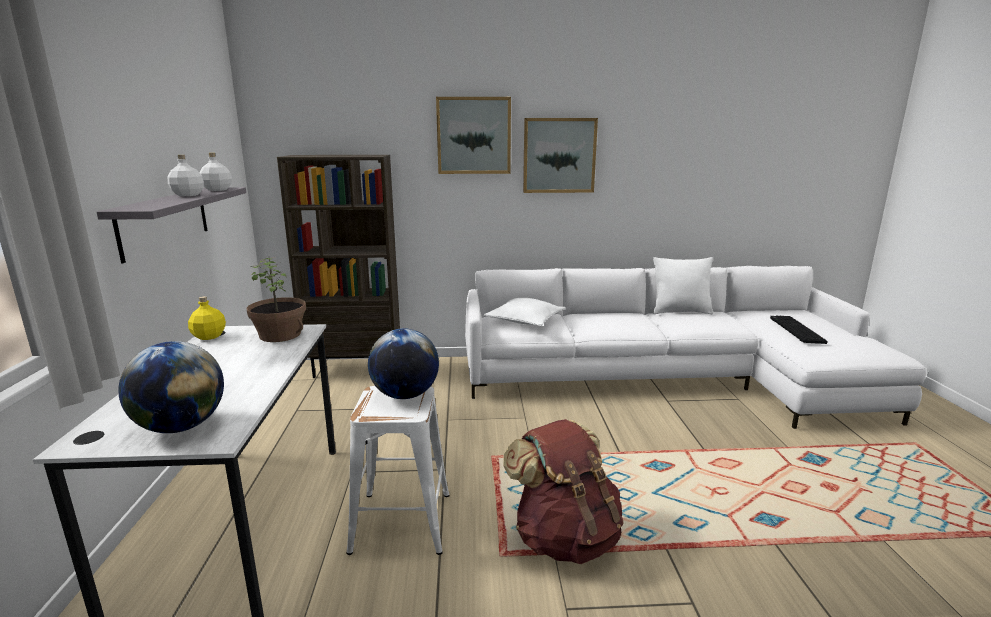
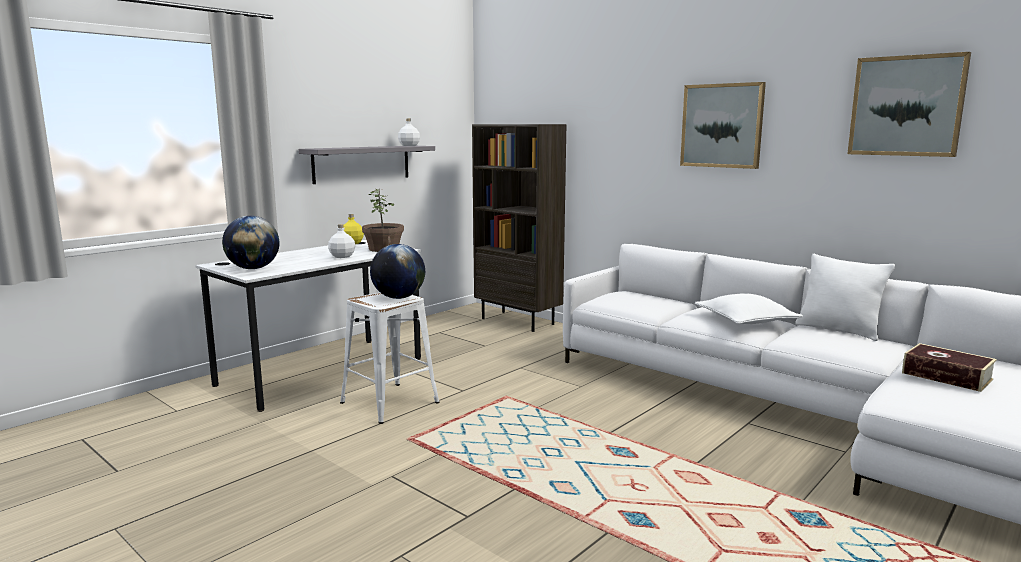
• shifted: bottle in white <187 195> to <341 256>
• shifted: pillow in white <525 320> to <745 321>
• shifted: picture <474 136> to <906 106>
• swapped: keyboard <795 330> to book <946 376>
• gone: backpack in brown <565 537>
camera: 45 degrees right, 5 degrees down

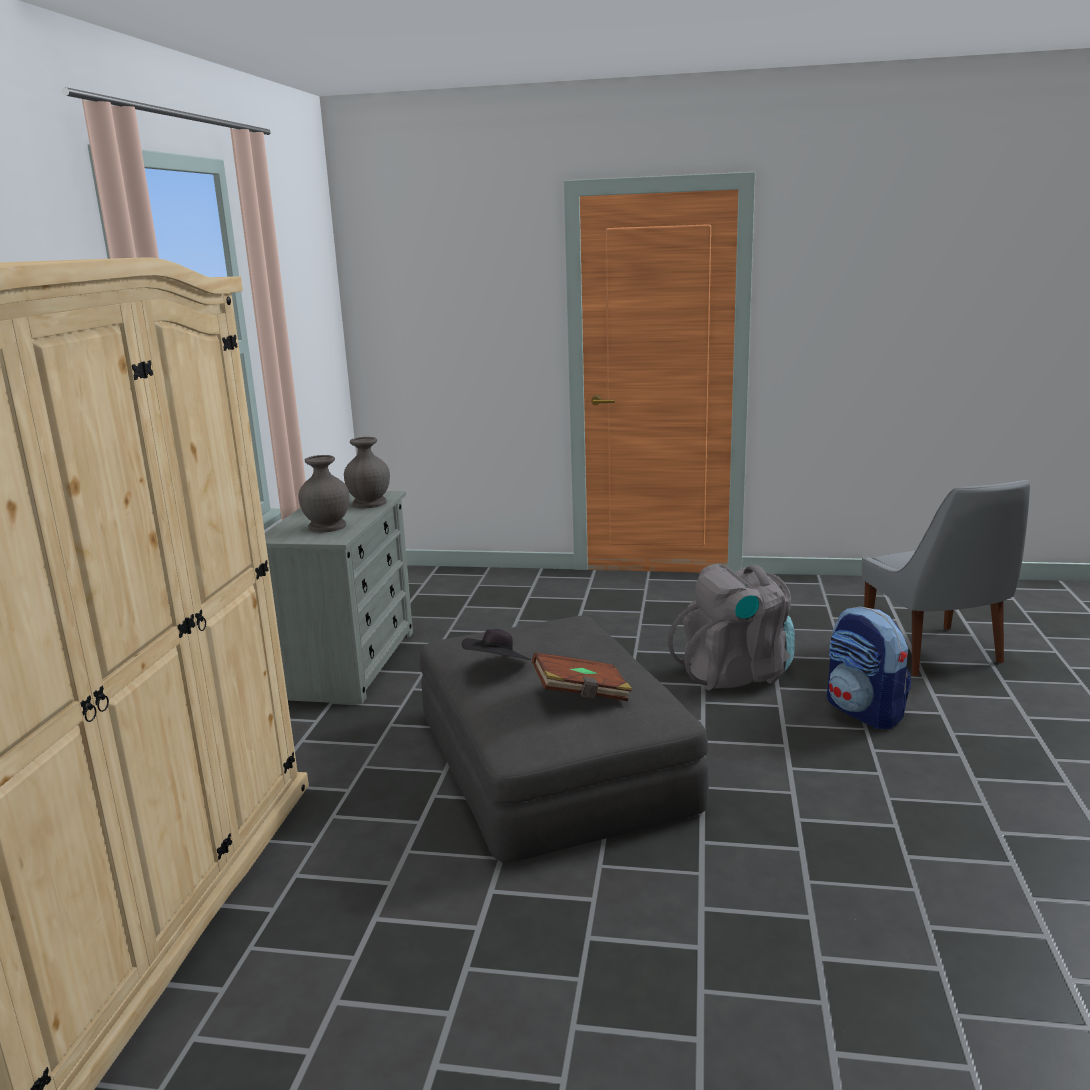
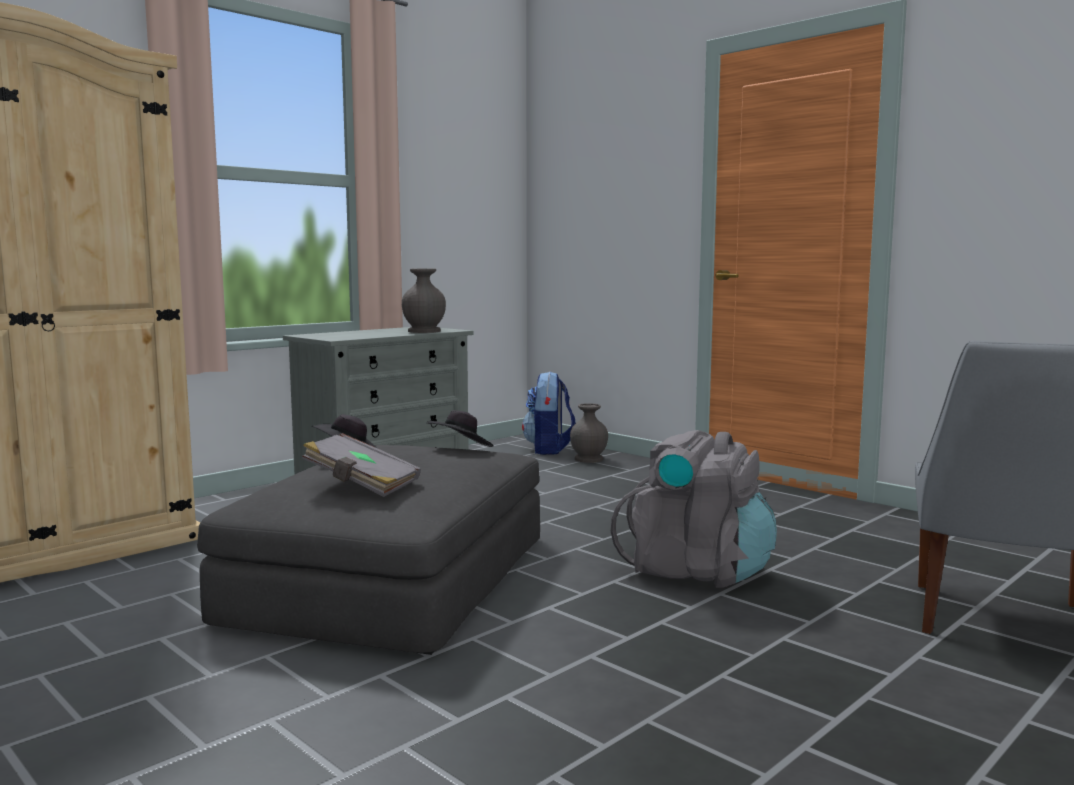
• repainted: book in brown <582 694> to book in grey <361 485>
• new: hat in black <460 449>
• shifted: backpack <864 712> to <549 449>
• shifted: vase in grey <326 526> to <588 459>
camera: 35 degrees right, 10 degrees down

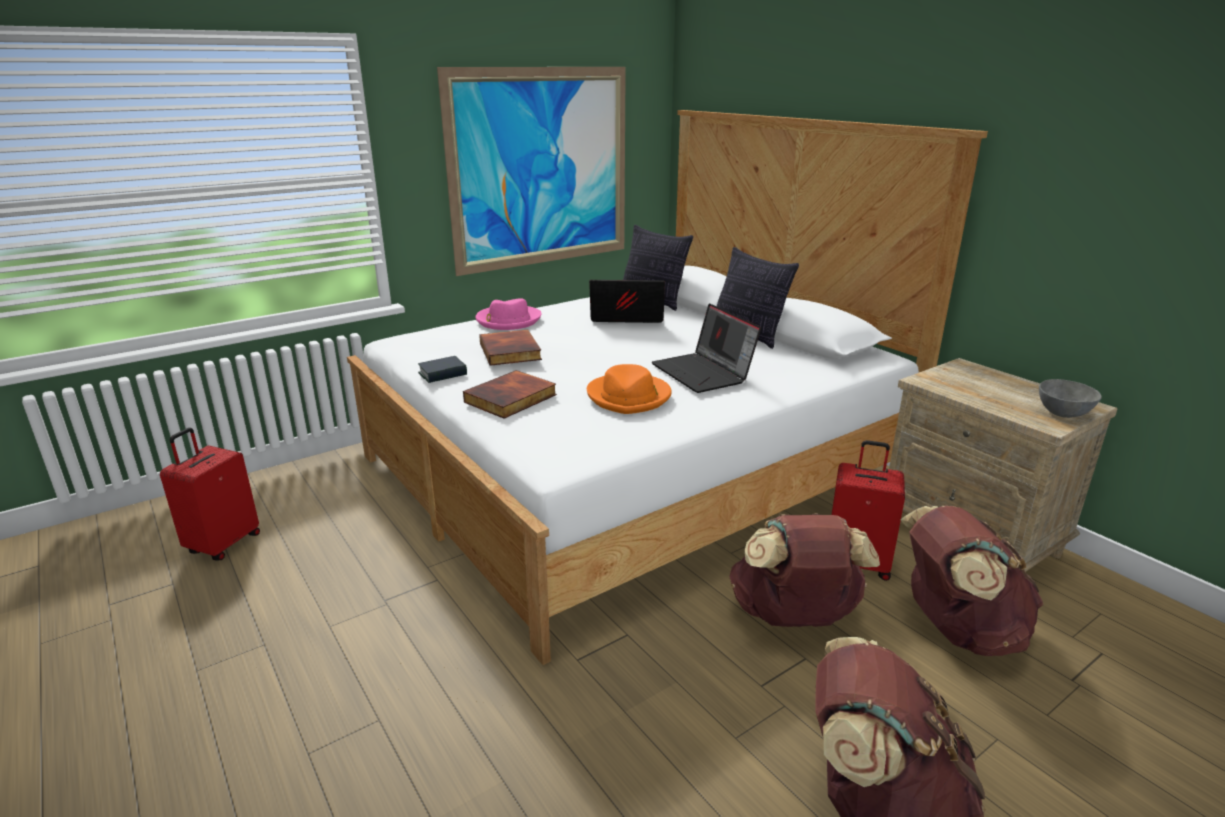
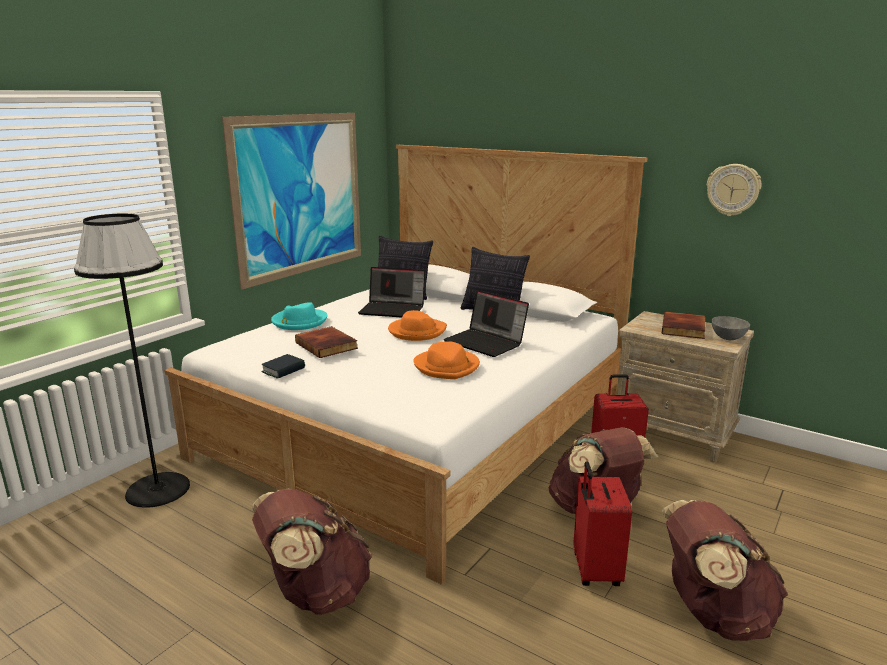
• new: floor lamp in black <158 489>
• shifted: backpack in brown <957 630> to <315 593>
• repainted: hat in pink <508 320> to hat in turquoise <299 322>
• rotated: laptop <626 318> = <393 309> 150 degrees counterclockwise
• new: hat in orange <417 331>
• shifted: suitcase in red <223 544> to <594 570>
• shifted: book <511 399> to <684 328>
• new: wall clock <733 190>
camera: 20 degrees left, 5 degrees down

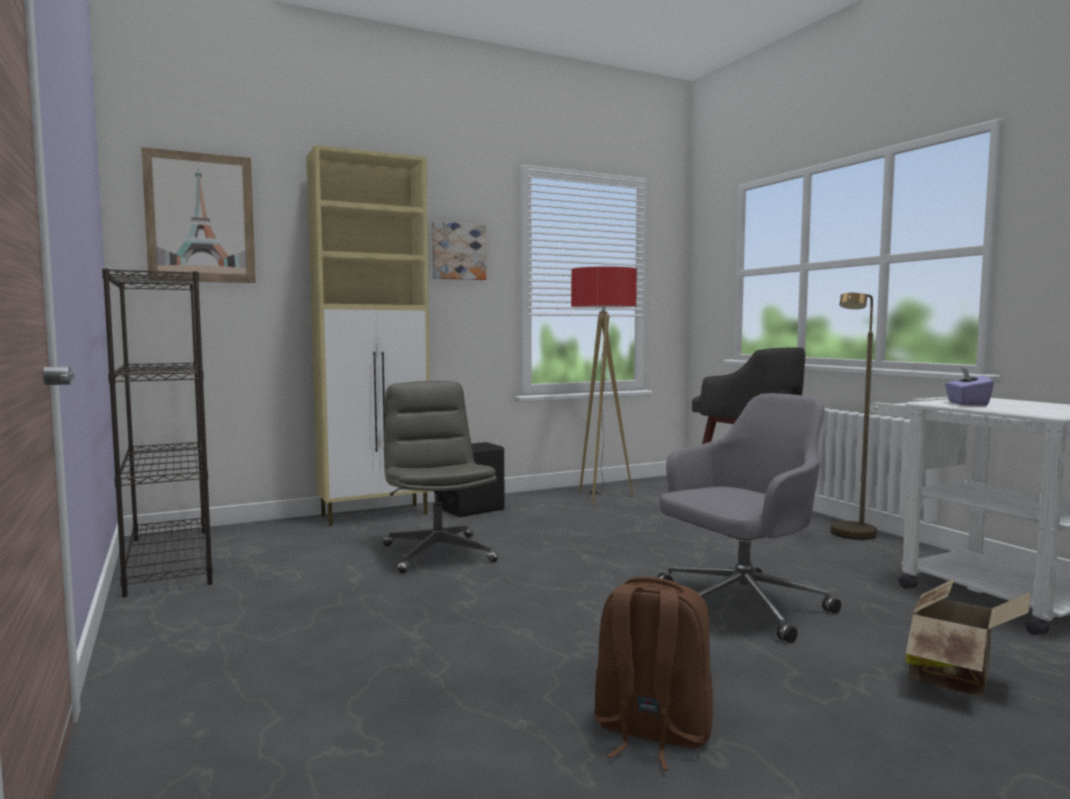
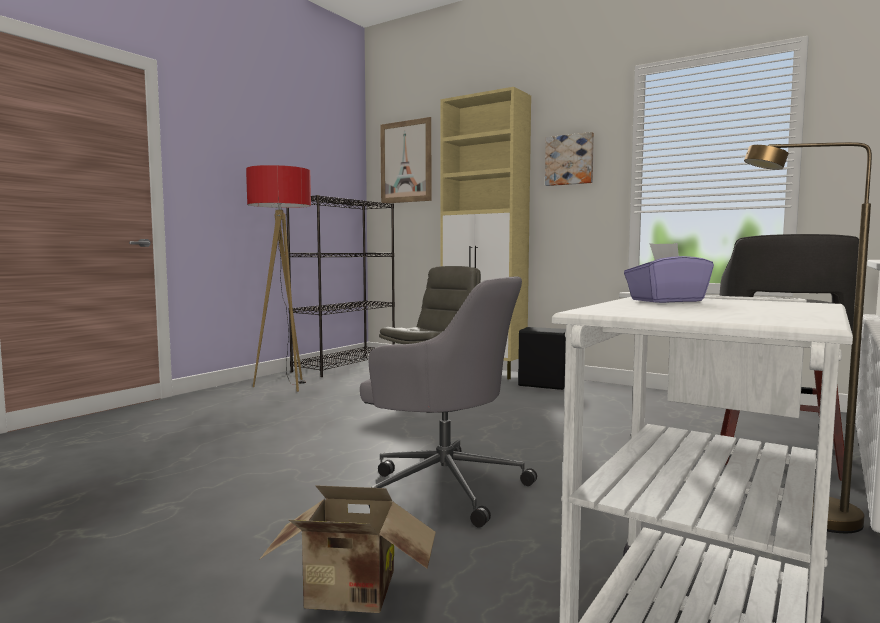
• shifted: floor lamp <601 497> to <284 386>
• gone: backpack in brown <651 732>
camera: 60 degrees right, 0 degrees up

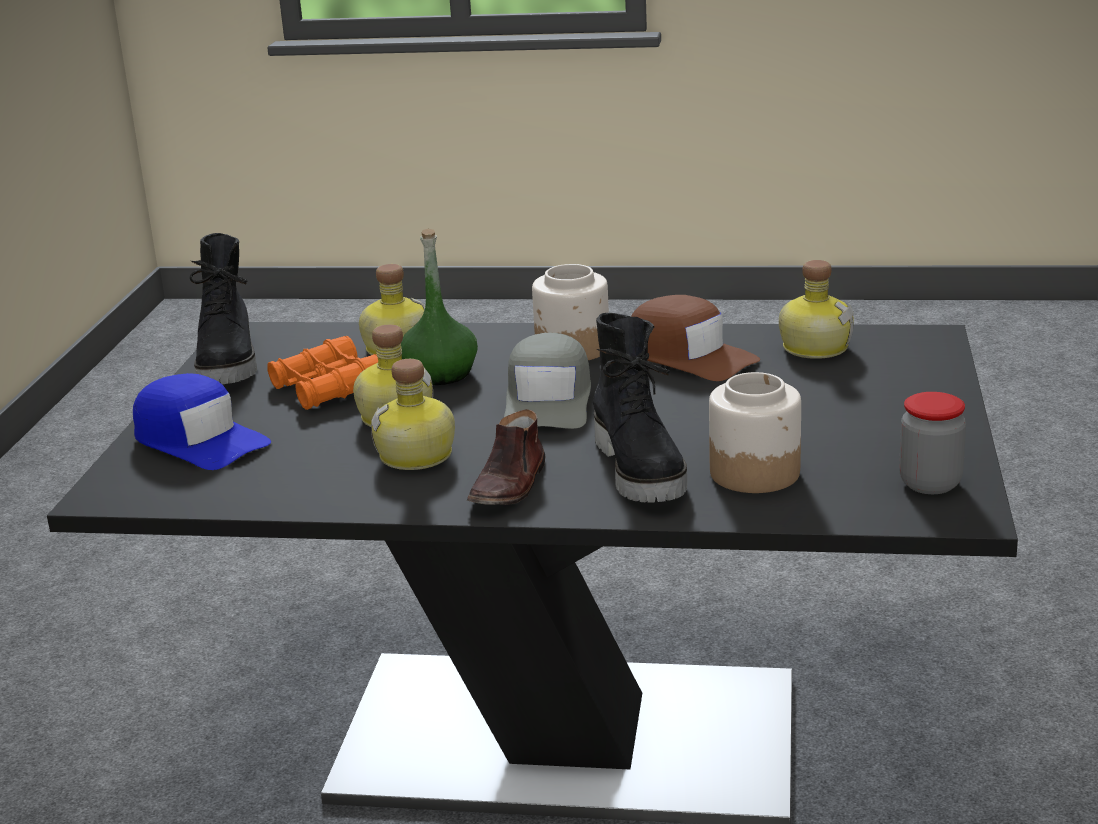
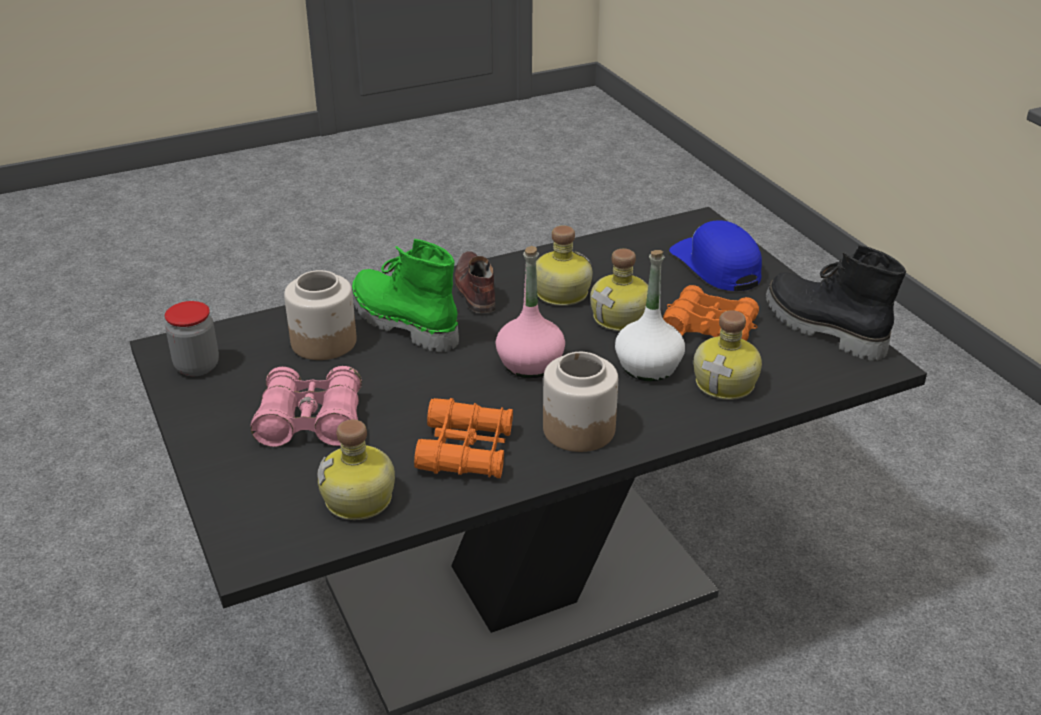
• new: binoculars in pink <311 422>
• repainted: boot in black <641 470> to boot in green <402 323>
• swapped: cap in brown <689 356> to binoculars in orange <466 450>
• swapped: cap in grey <548 401> to bottle in pink <530 364>
• repainted: bottle in green <440 374> to bottle in white <648 367>
• rotated: cap in blue <199 440> = <716 266> 60 degrees clockwise
camera: 145 degrees right, 10 degrees up

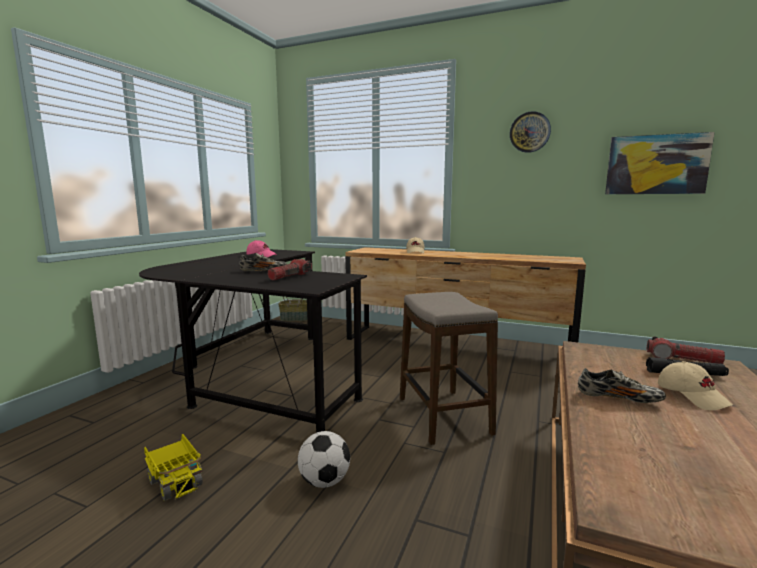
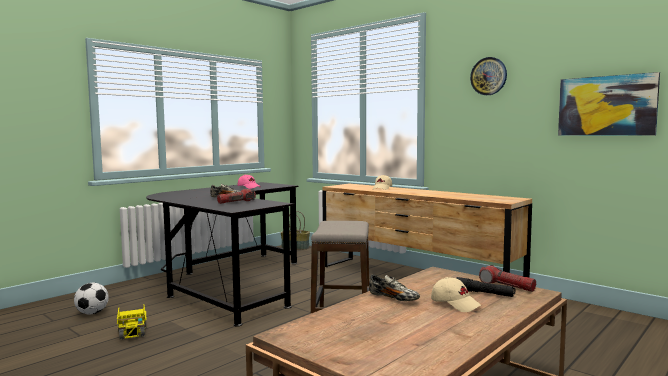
• shifted: football <324 481> to <92 313>
• rotated: cap in beige <692 396> = <455 304> 45 degrees counterclockwise
camera: 20 degrees right, 5 degrees down

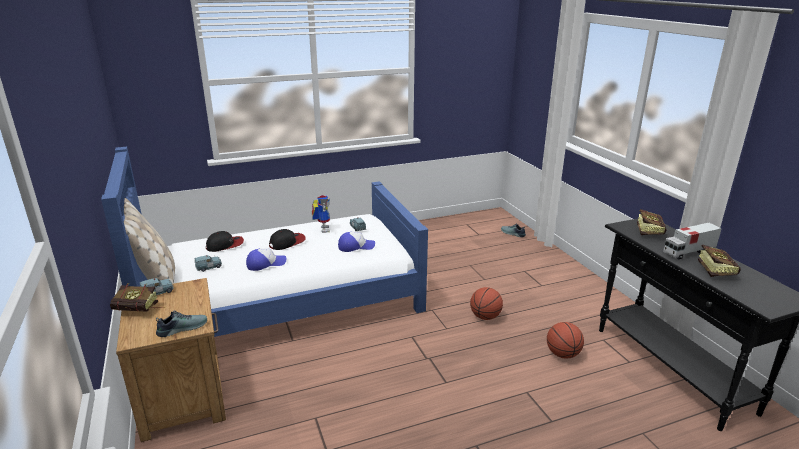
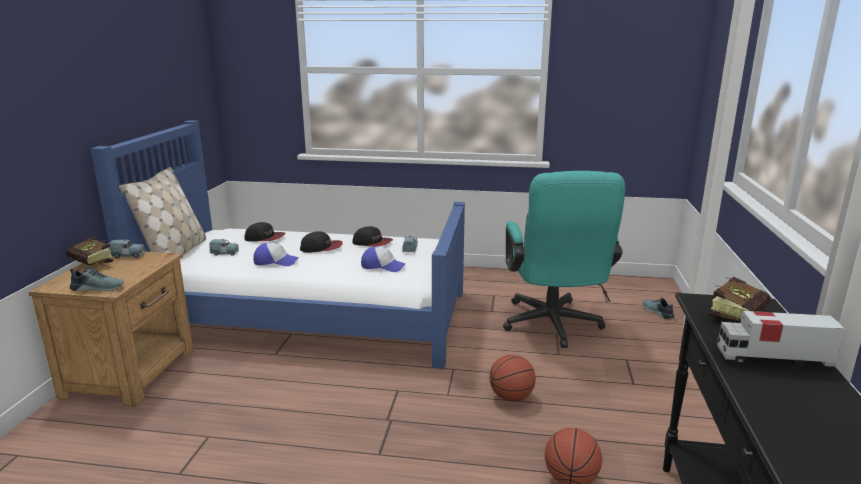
• swapped: toy robot <322 229> to cap <372 243>
• new: office chair in turquoise <553 327>
• gone: book <713 269>
camera: 30 degrees right, 5 degrees down

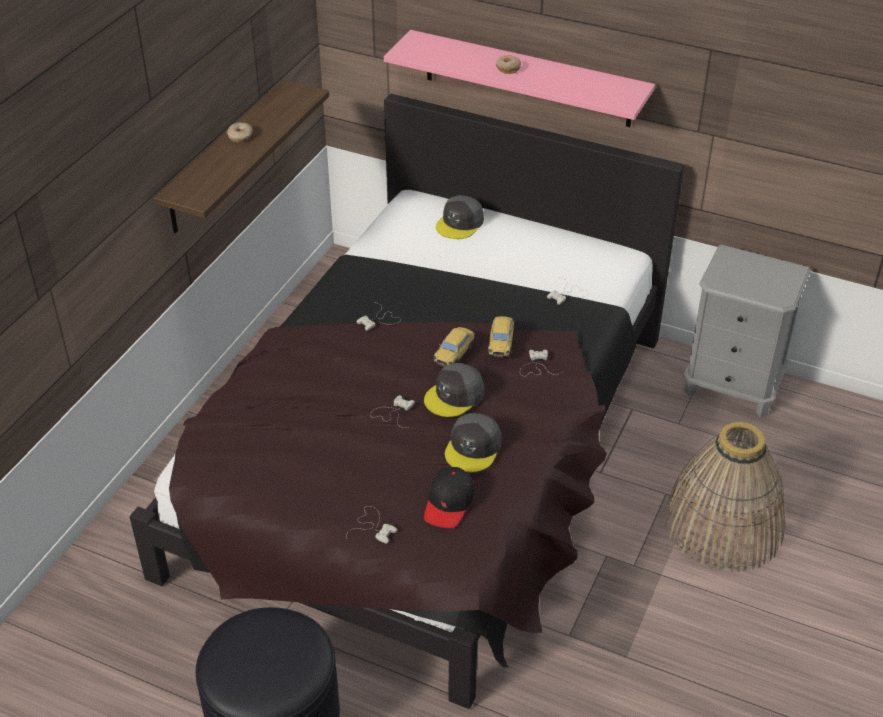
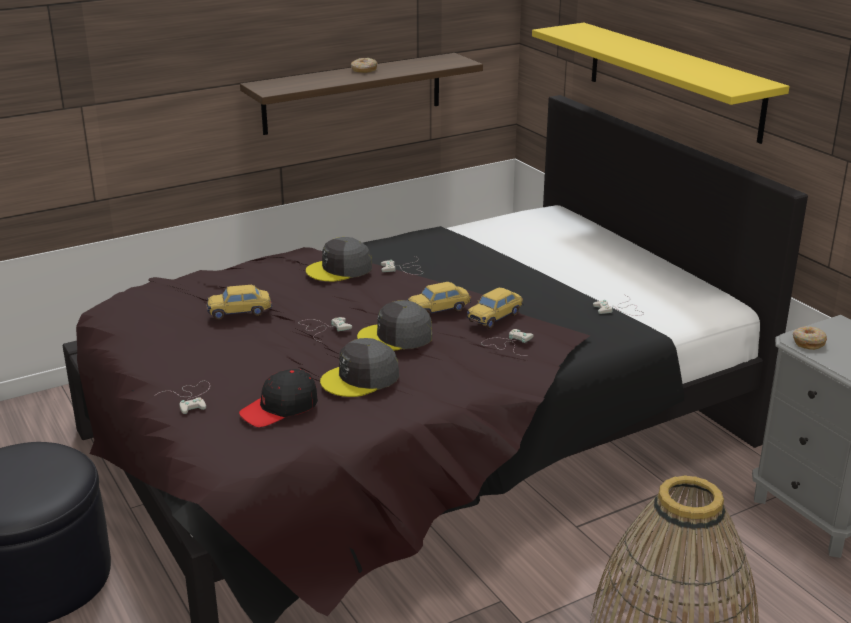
• new: toy car <240 312>
• shifted: cap in grey <460 223> to <340 269>
• repainted: shelf in pink <527 79> to shelf in yellow <673 80>
• shifted: donut <507 68> to <808 342>
camera: 35 degrees right, 15 degrees down

